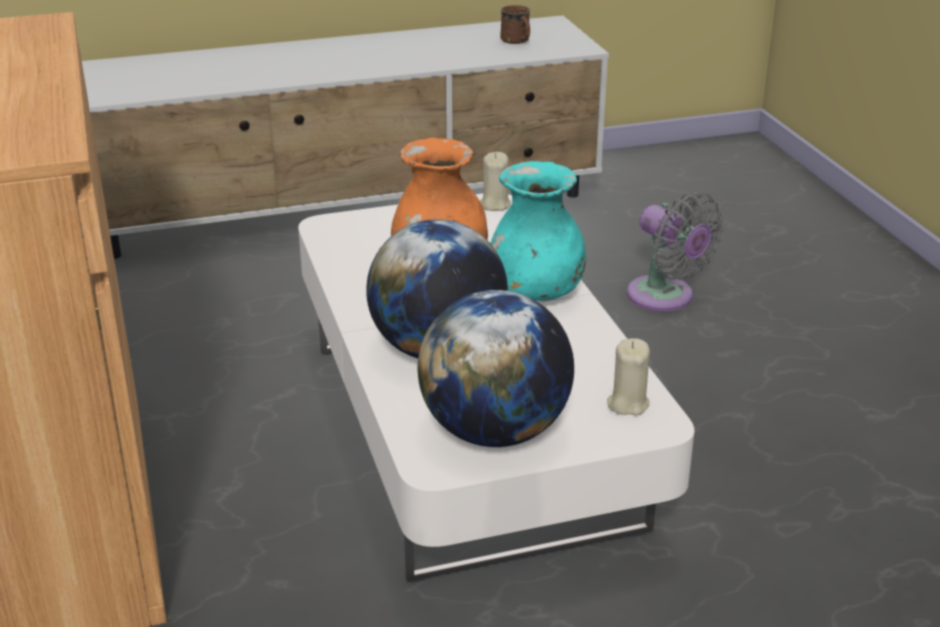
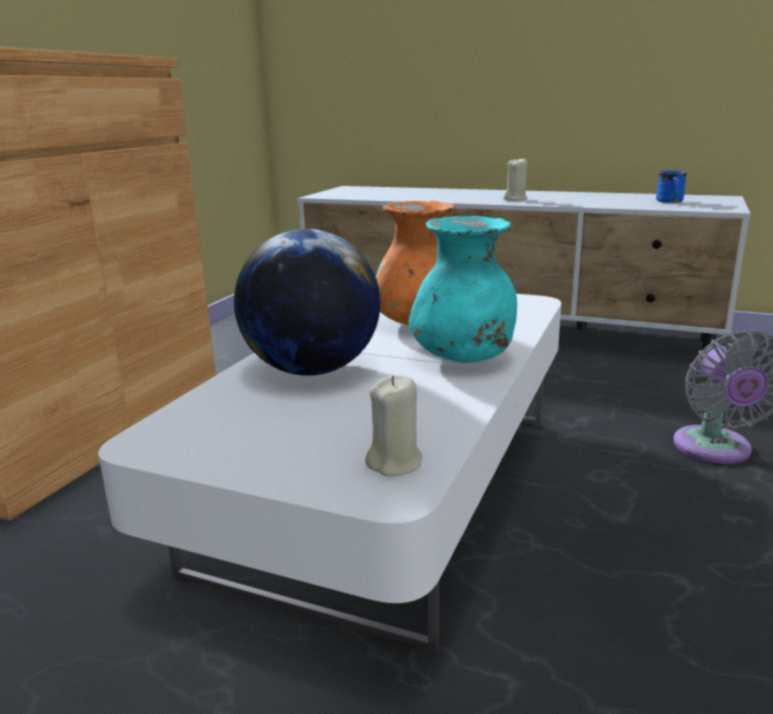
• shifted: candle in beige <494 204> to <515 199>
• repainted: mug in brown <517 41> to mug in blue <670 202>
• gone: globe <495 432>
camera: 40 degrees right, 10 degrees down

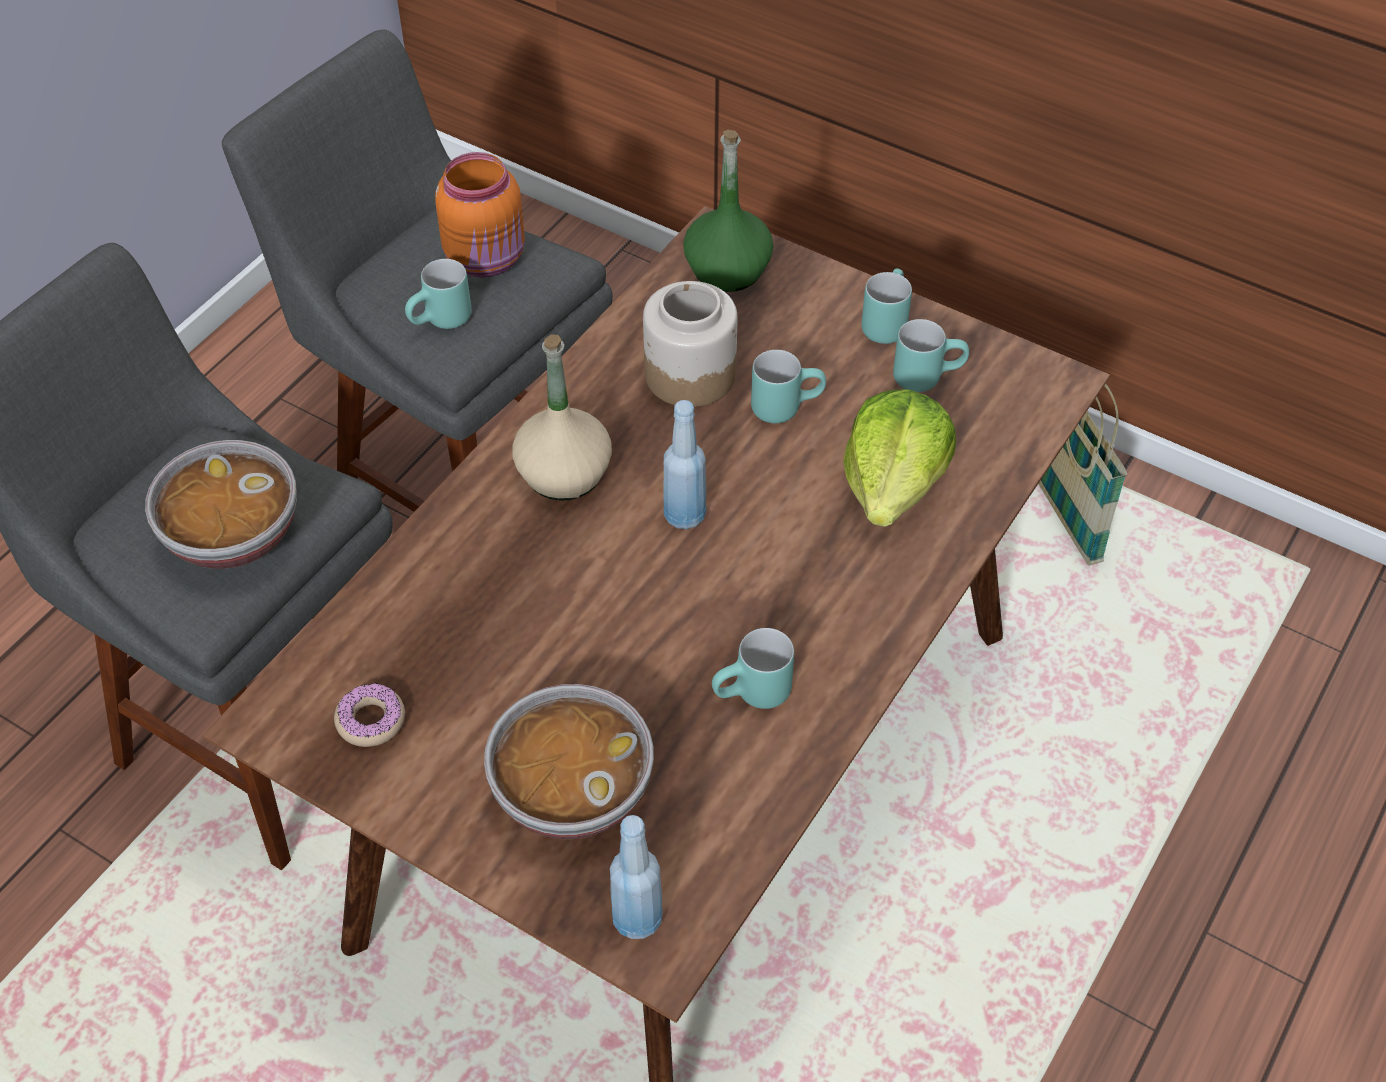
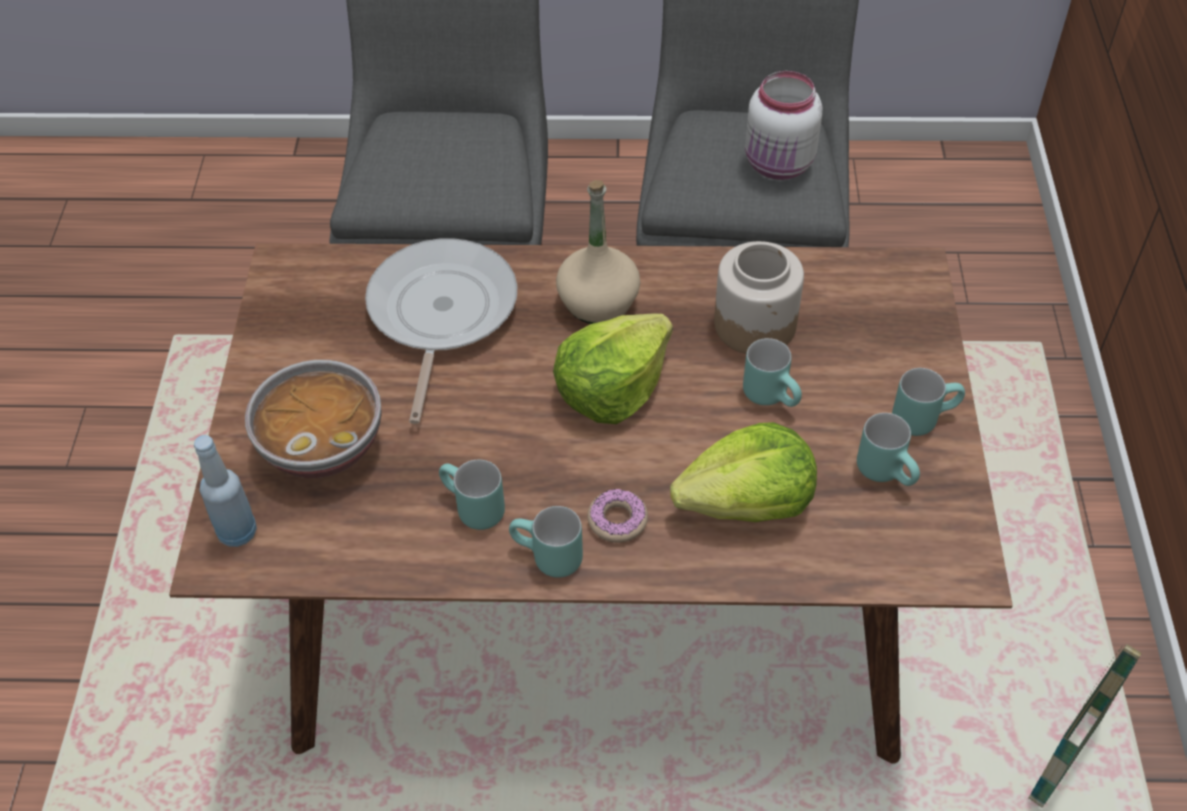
• new: frying pan <440 314>
• shifted: mug in turquoise <442 323> to <546 559>
• swapped: bottle in blue <684 515> to lettuce <612 388>
• shifted: donut <371 720> to <617 520>
• repainted: jar in orange <487 259> to jar in white <779 165>
• gone: bowl <232 536>
• gone: bottle in green <727 269>
camera: 60 degrees right, 0 degrees up

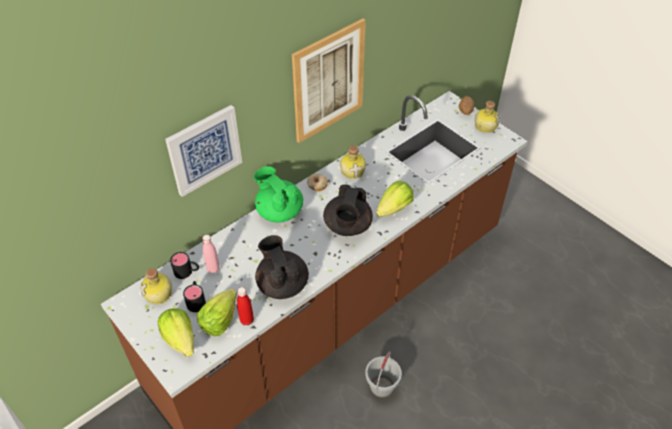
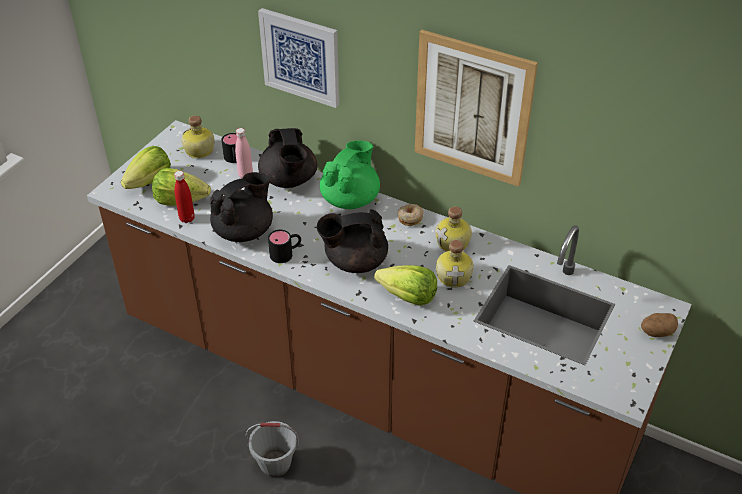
• new: teapot in black <289 180>
• shifted: mug in black <196 300> to <286 253>
• shifted: bottle <485 125> to <454 276>
camera: 70 degrees right, 5 degrees down

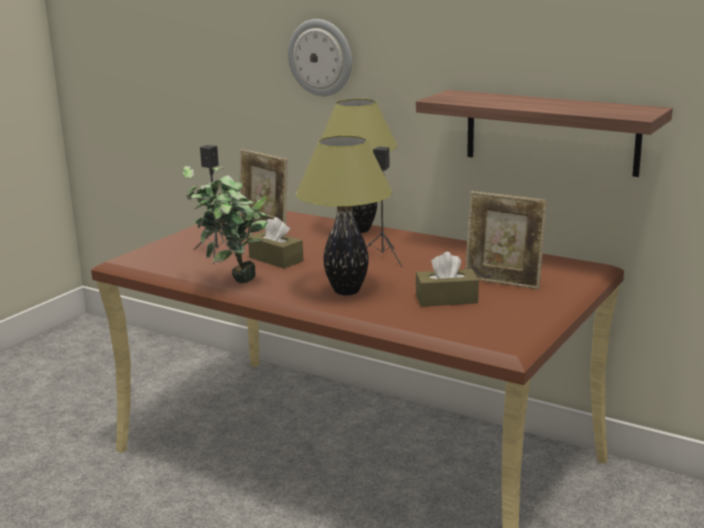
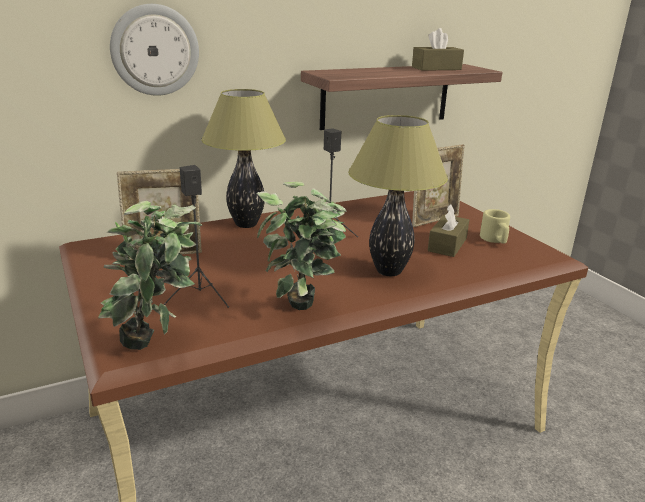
• new: potted plant <157 344>
• shifted: tissue box in brown <276 259> to <436 68>
• new: mug in beige <495 240>
camera: 60 degrees left, 5 degrees up

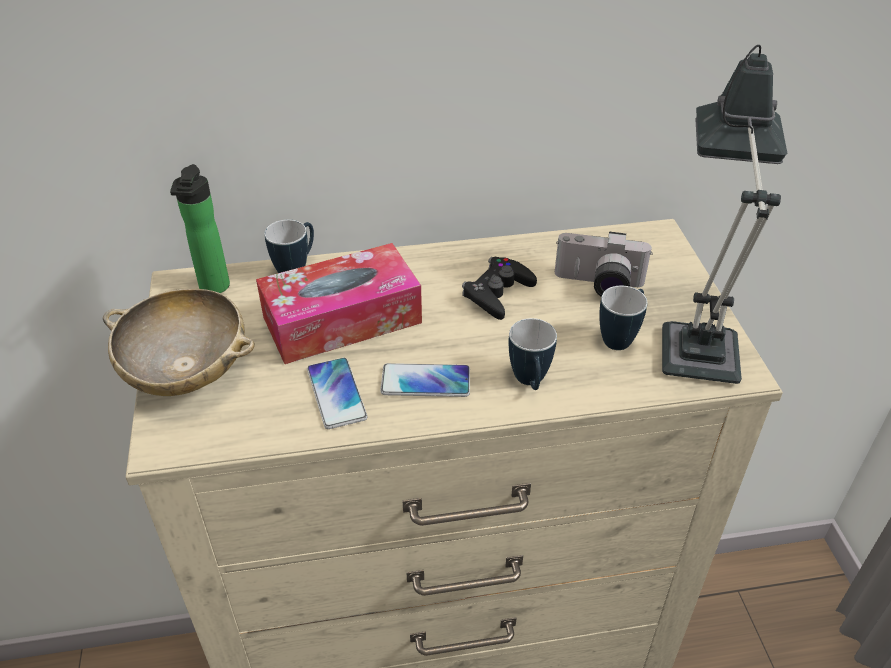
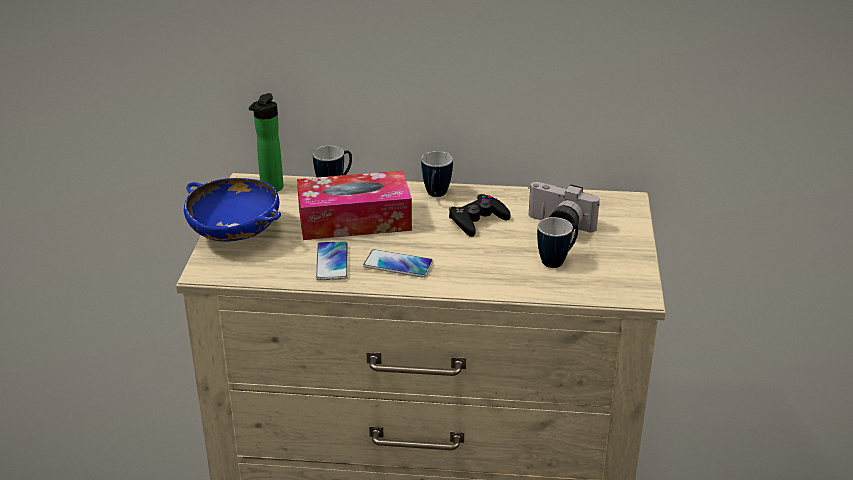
• repainted: bowl in beige <187 371> to bowl in blue <235 234>
• shifted: mug <530 383> to <435 196>
• gone: table lamp <698 341>
camera: 15 degrees right, 10 degrees down

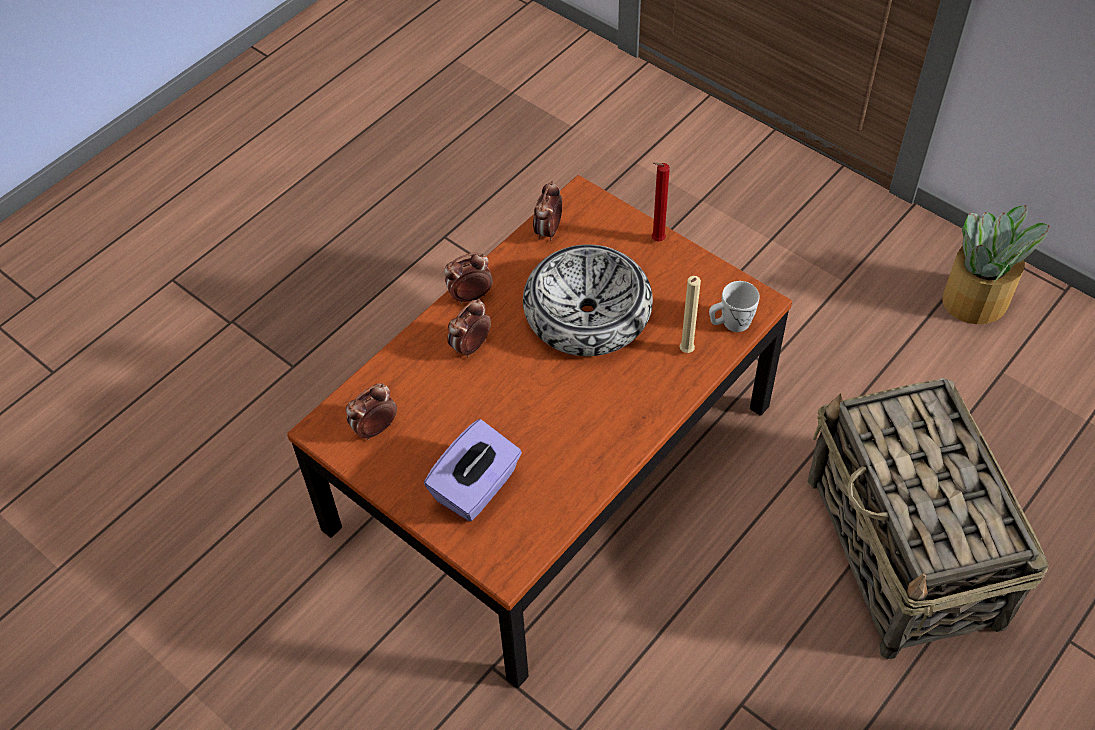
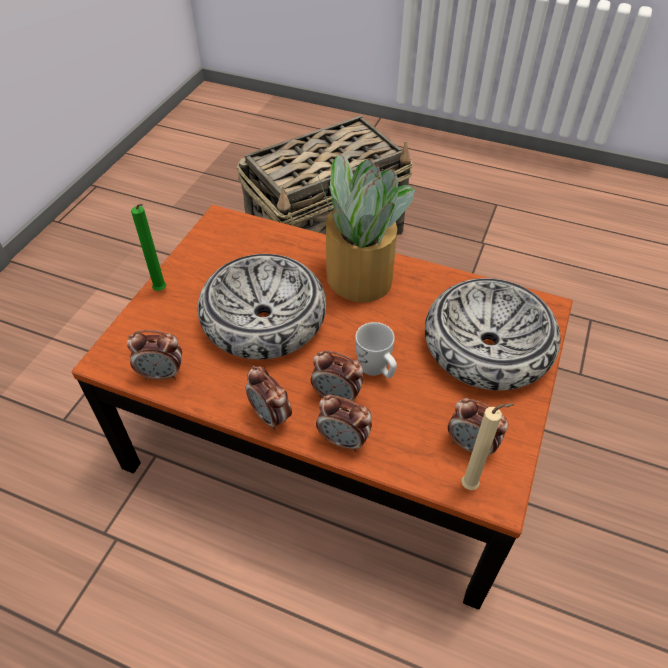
• repainted: candle in red <656 241> to candle in green <162 291>
• shifted: potted plant <977 301> to <358 276>
• new: alarm clock <344 440>
• shifted: mug in white <730 323> to <376 369>
• swapped: tissue box in purple <476 487> to bowl <487 346>
• shifted: candle in beige <685 352> to <472 486>
camera: 110 degrees left, 5 degrees down

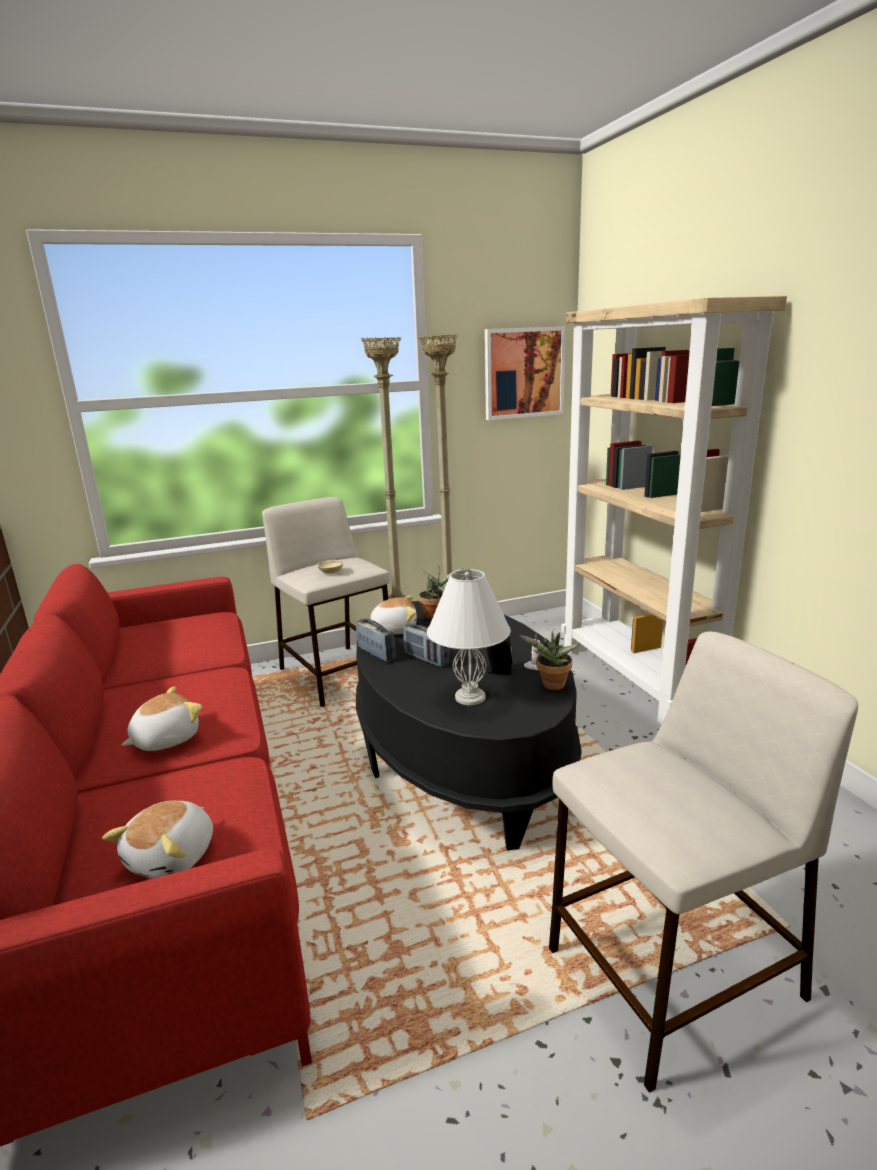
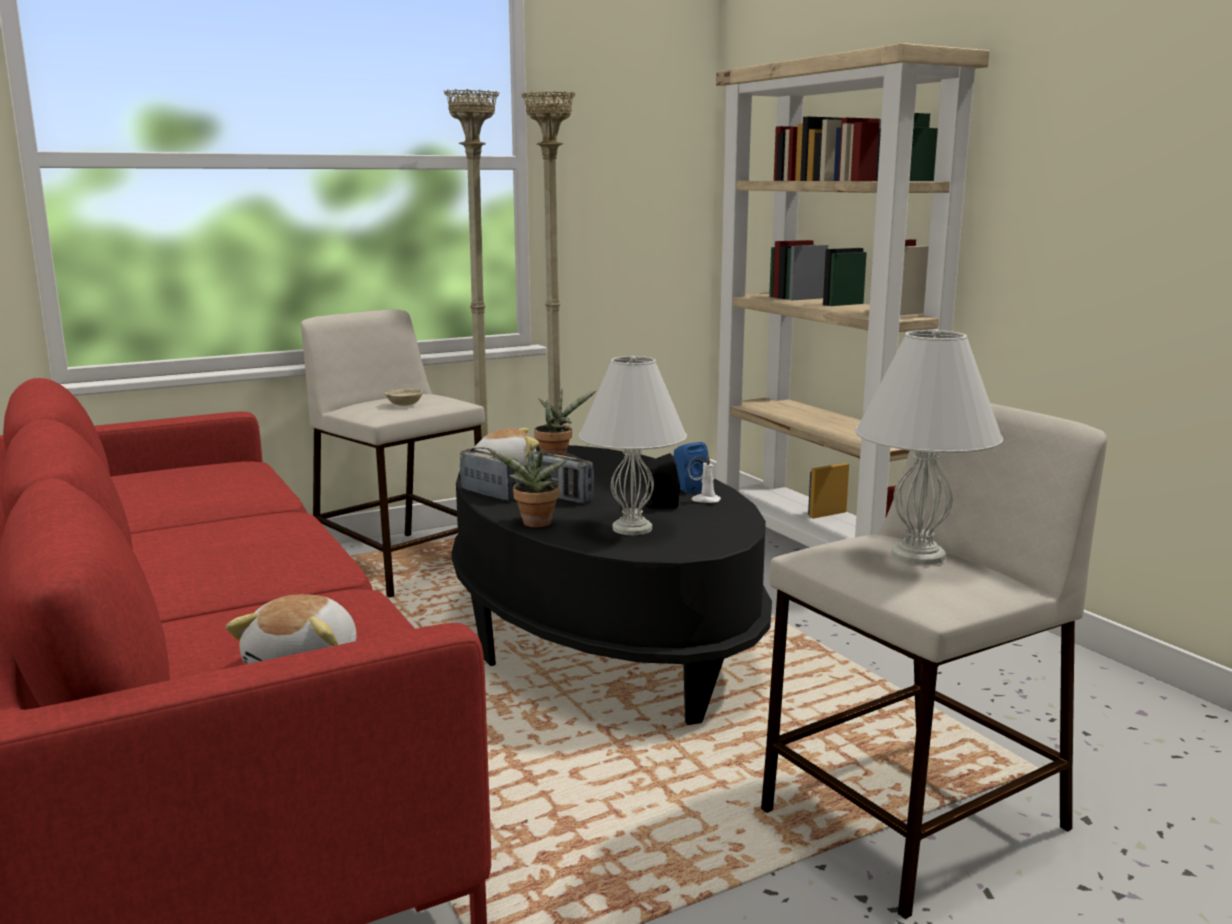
• shifted: potted plant <552 686> to <534 524>
• new: speaker in blue <687 488>
• new: table lamp in white <918 556>
• gone: plush toy <165 739>
• gone: picture <524 373>
camera: 10 degrees left, 5 degrees down

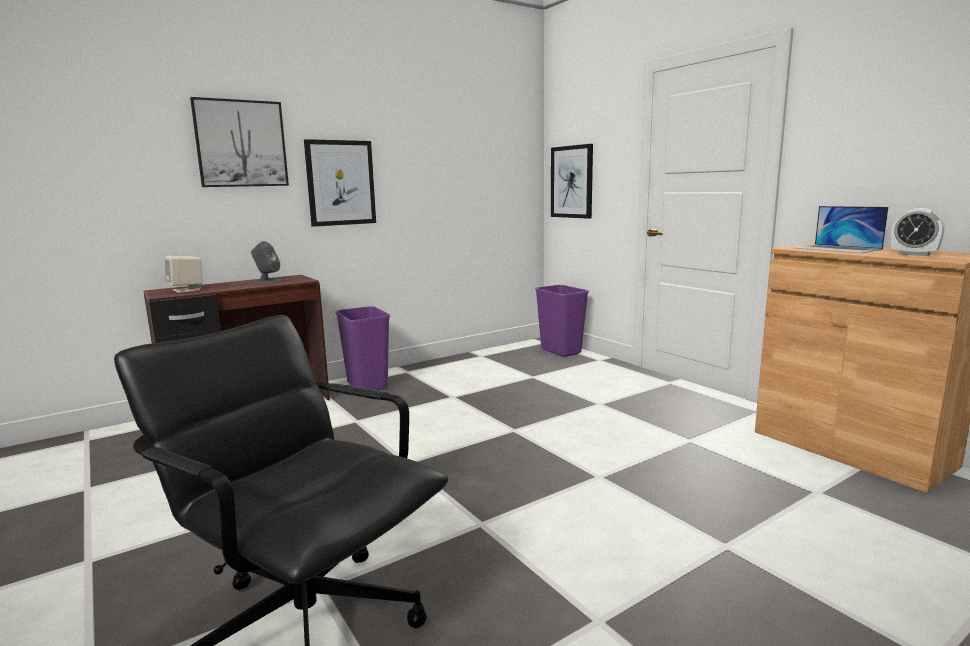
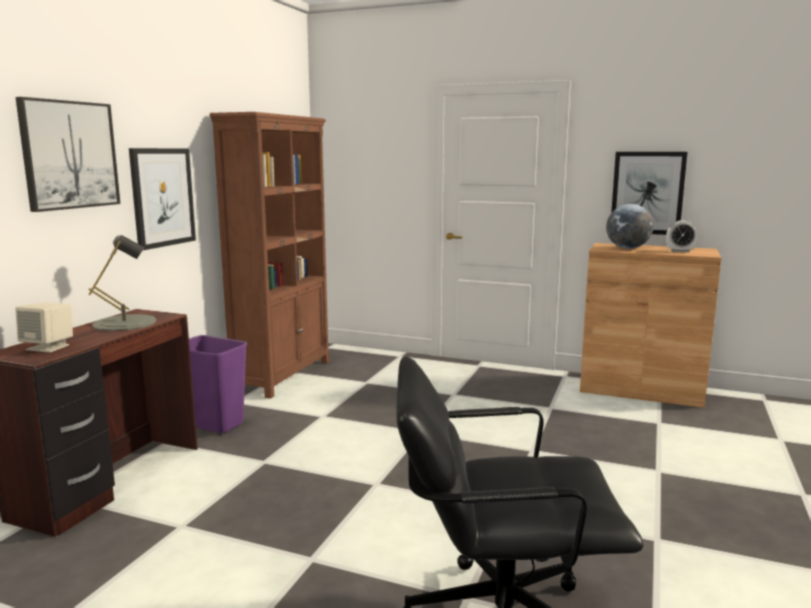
• swapped: speaker in grey <267 281> to table lamp in grey <125 323>
• new: bookcase in brown <283 375>
• swapped: laptop <837 249> to globe <628 248>
• shifted: picture <572 182> to <647 193>
• gone: trash can in purple <561 351>
camera: 35 degrees left, 0 degrees up

